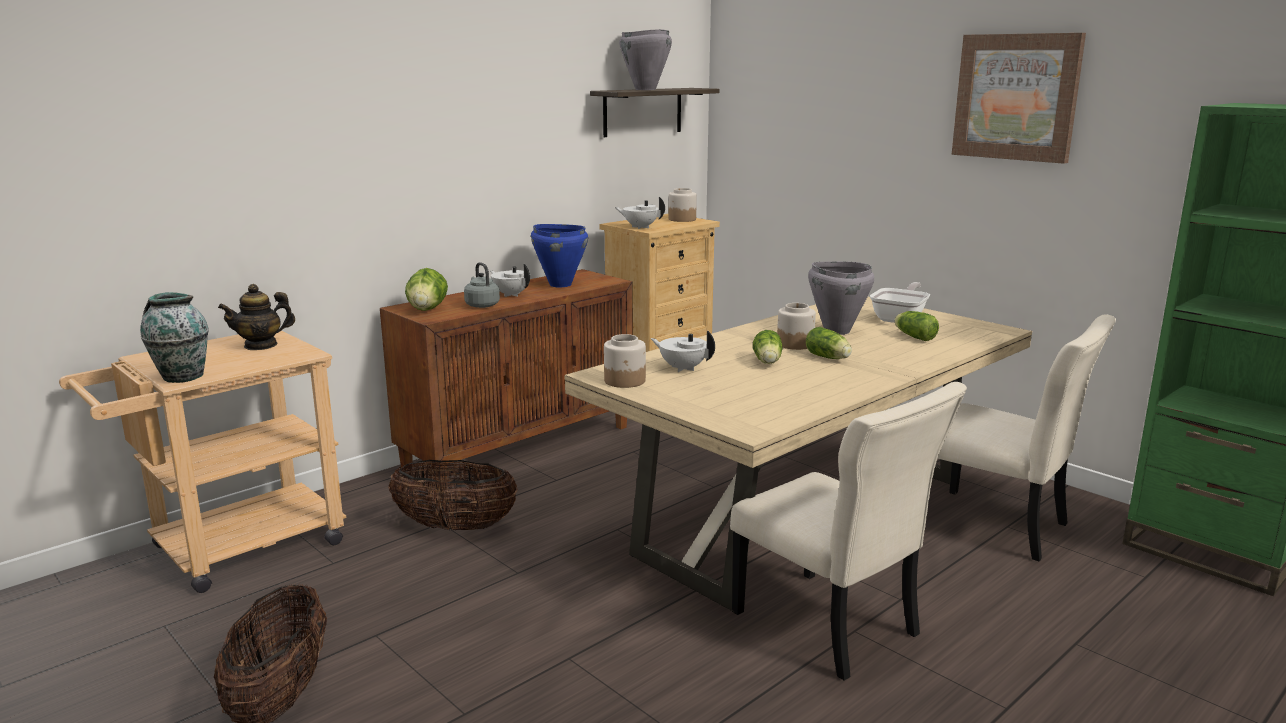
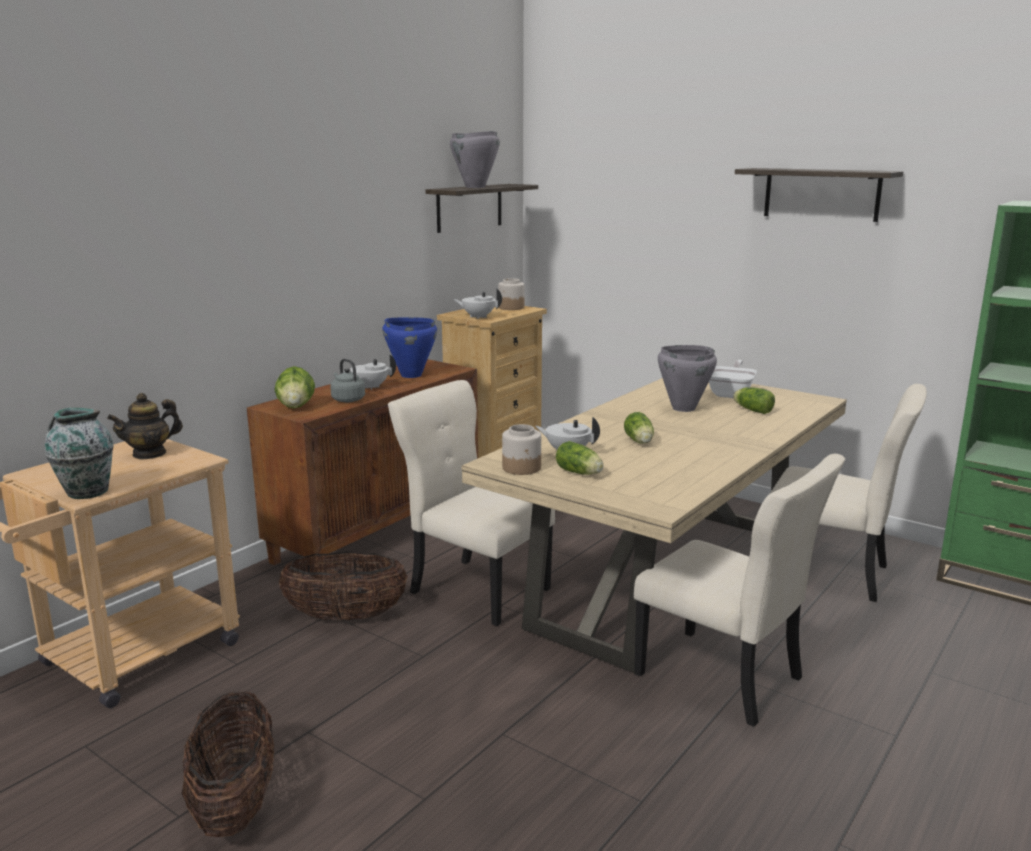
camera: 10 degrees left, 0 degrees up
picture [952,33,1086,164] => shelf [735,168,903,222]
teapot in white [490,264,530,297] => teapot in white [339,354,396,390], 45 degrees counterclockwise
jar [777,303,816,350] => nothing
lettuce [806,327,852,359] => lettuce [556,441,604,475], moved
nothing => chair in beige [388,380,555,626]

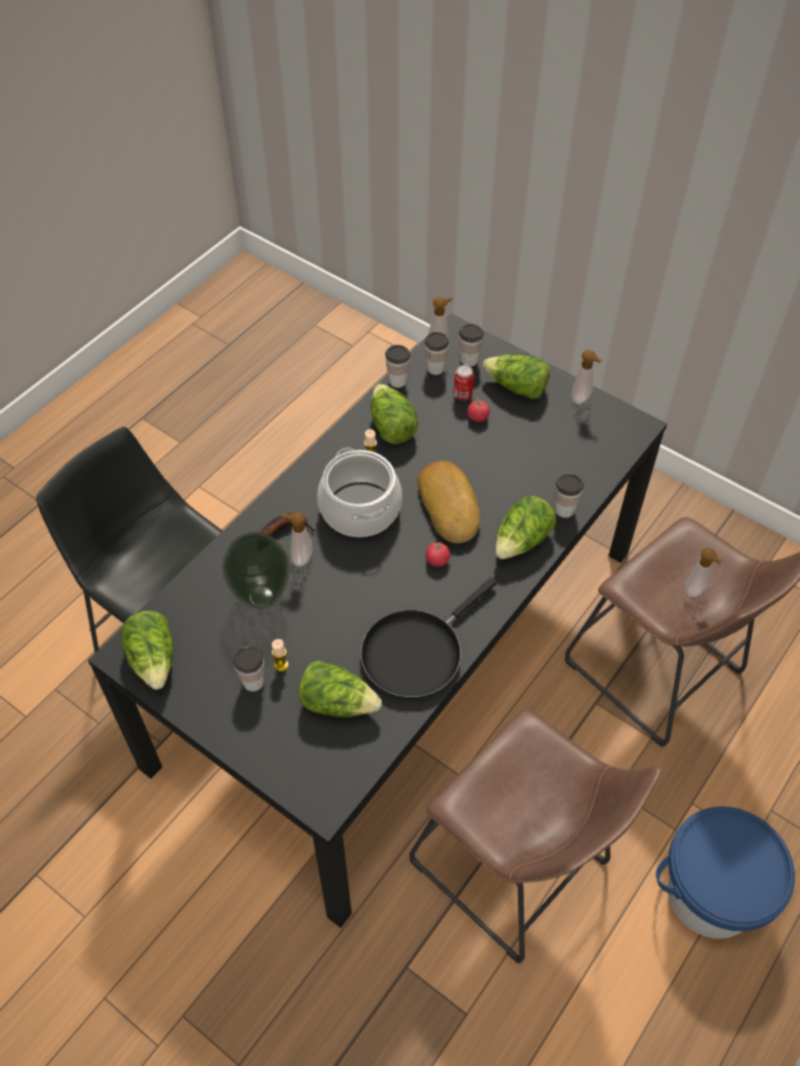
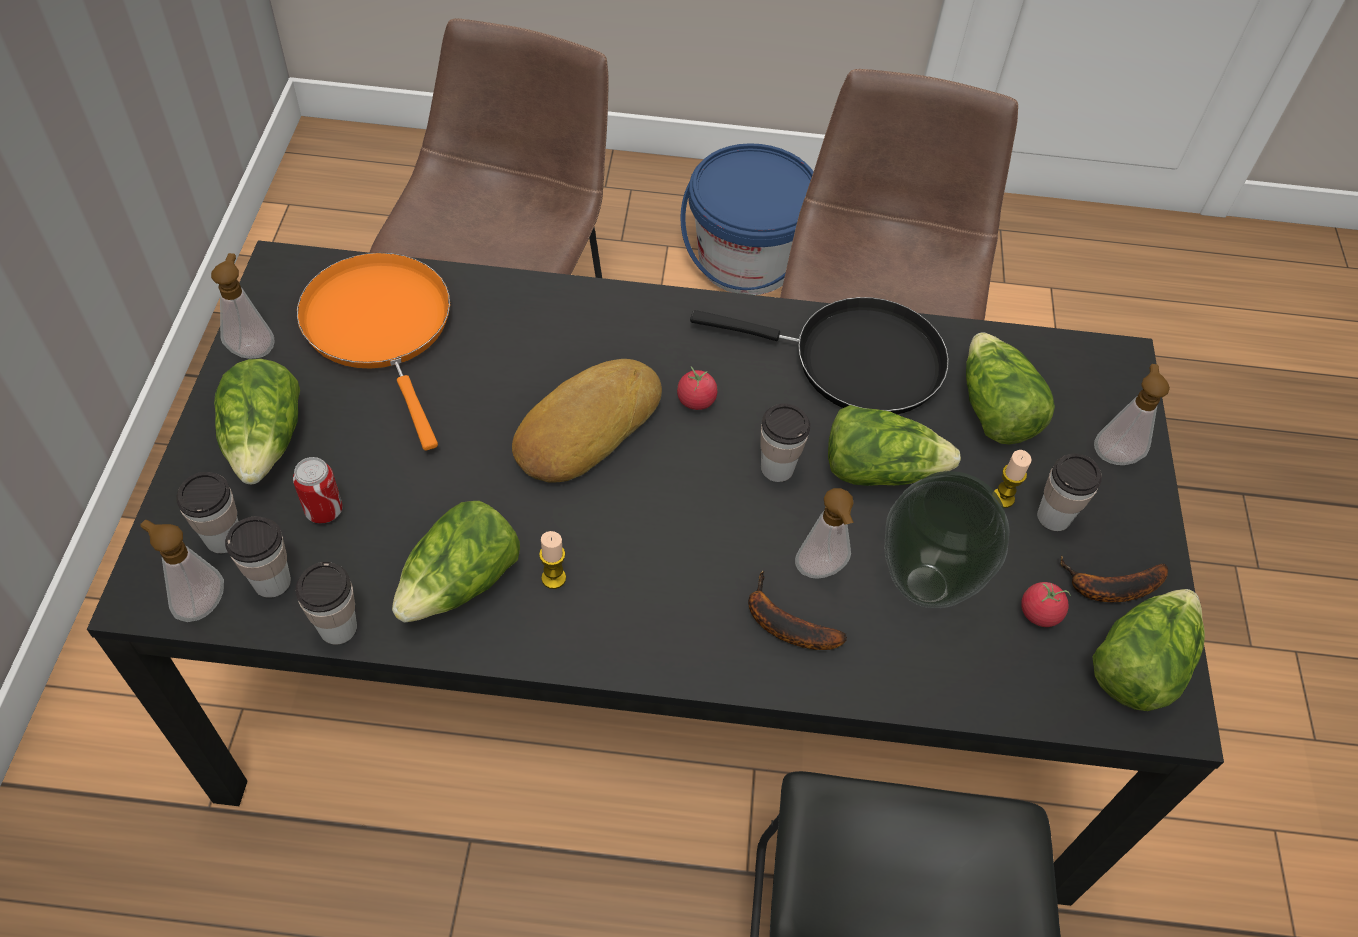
camera: 125 degrees left, 0 degrees up
tomato [467,397,490,422] => tomato [1021,582,1071,627], moved
cooking pot [317,447,402,537] => nothing
cup [555,474,584,518] => cup [760,404,810,482], moved
lettuce [495,496,556,559] => lettuce [828,405,961,486], moved
soap dispenser [685,548,723,597] => soap dispenser [1094,364,1170,465], moved
nothing => frying pan in orange [297,253,450,451]
nothing => banana [1060,556,1168,602]

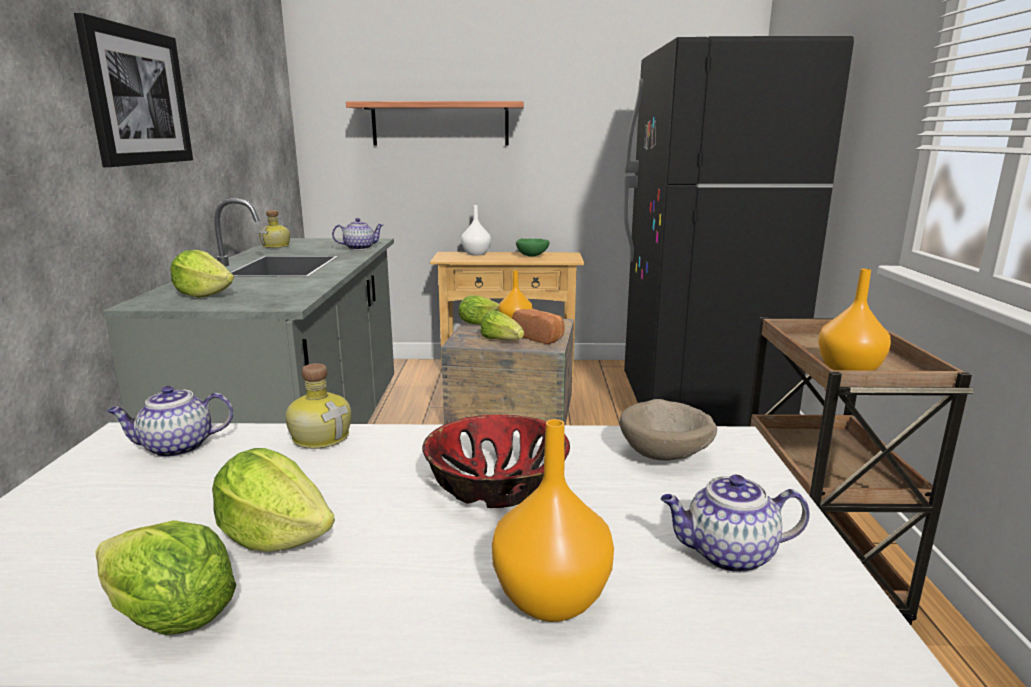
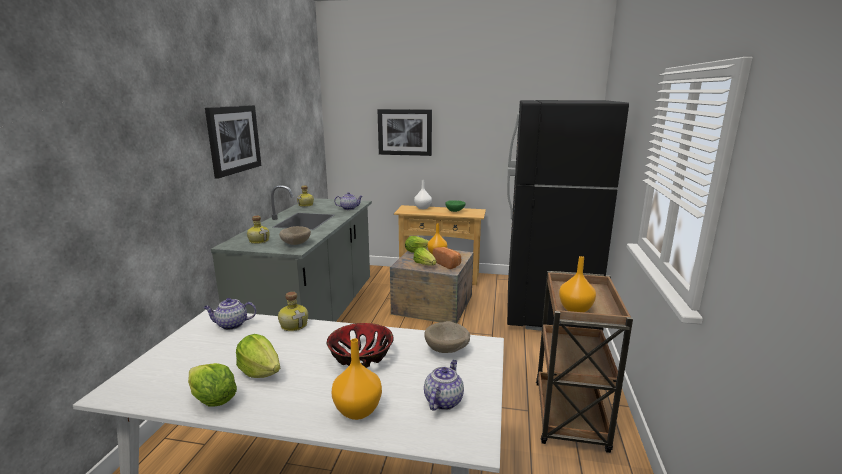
camera: 10 degrees right, 0 degrees up
shelf [346,101,524,145] => picture [377,109,432,156]
lettuce [170,250,234,298] => bottle [247,216,270,244]
teapot [661,475,810,573] => teapot [424,360,464,411], 105 degrees clockwise
nothing => bowl in beige [279,226,311,245]

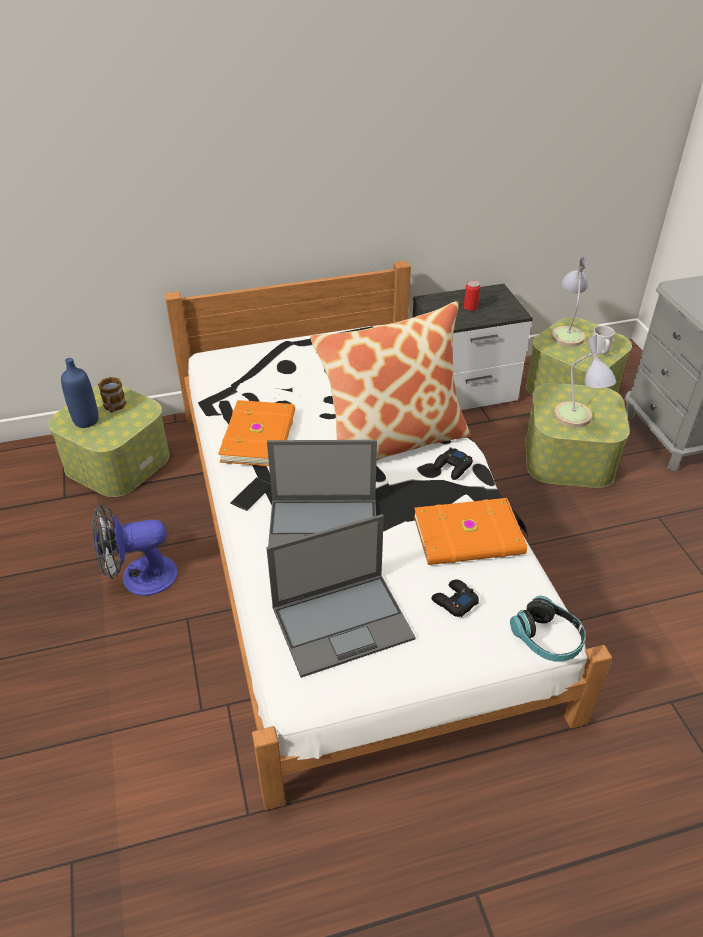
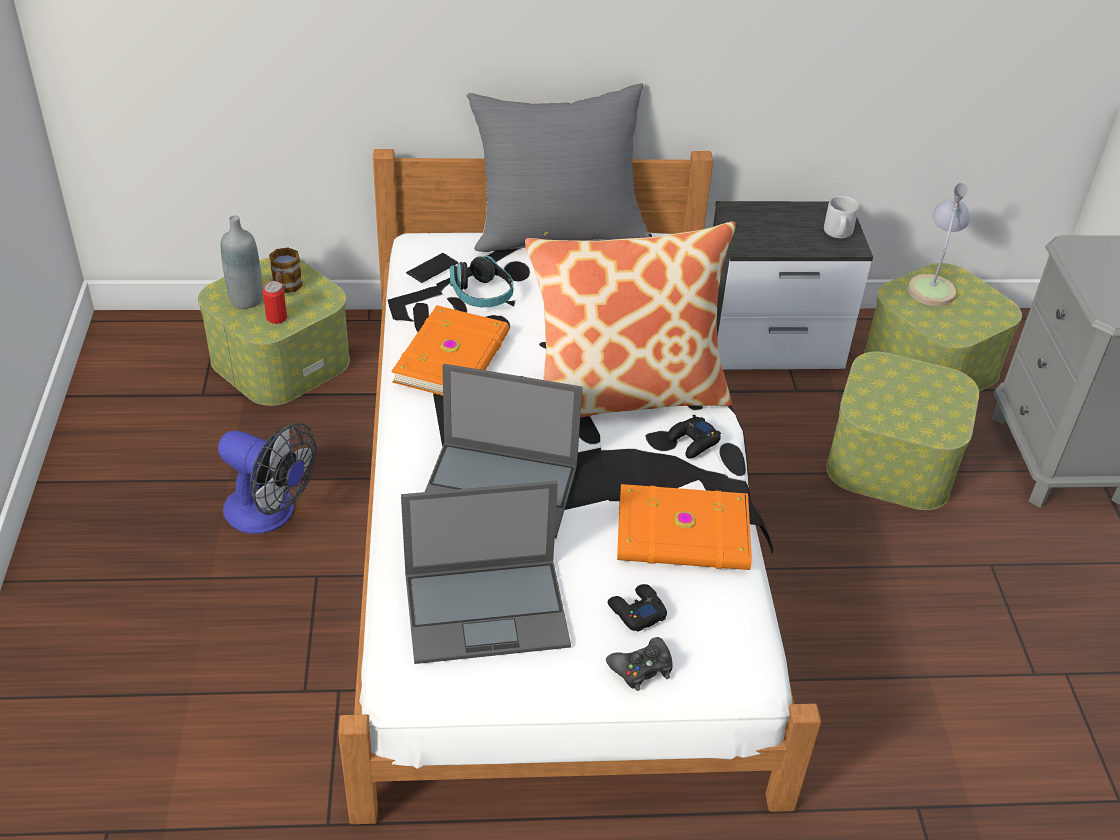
camera: 10 degrees right, 0 degrees up
can [464,280,480,311] => can [263,281,287,324], moved
mug in grey [590,326,615,355] => mug in grey [824,196,859,238], moved
table lamp [554,335,616,428] => nothing
bottle in blue [61,358,99,428] => bottle in grey [221,215,263,309]
phone [230,477,271,511] => phone [406,253,458,283], moved
fan [92,505,178,596] => fan [218,423,317,534], 150 degrees counterclockwise
headphones [510,596,586,662] => headphones [450,256,513,307], moved
nothing => pillow in grey [466,83,650,252]
nothing => game controller in black [606,637,673,691]

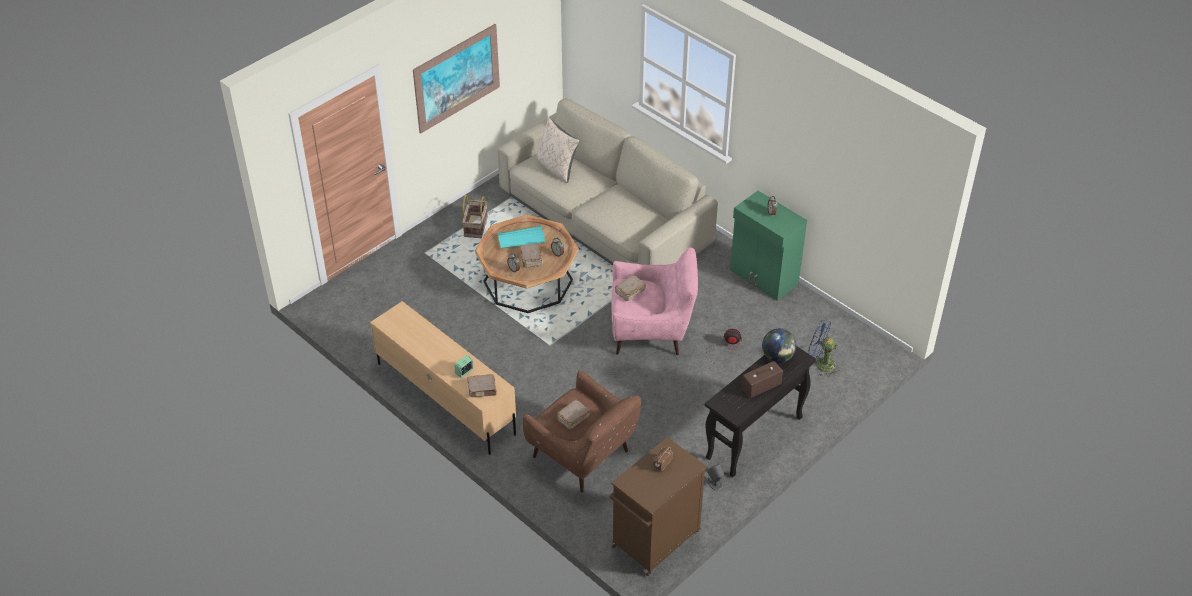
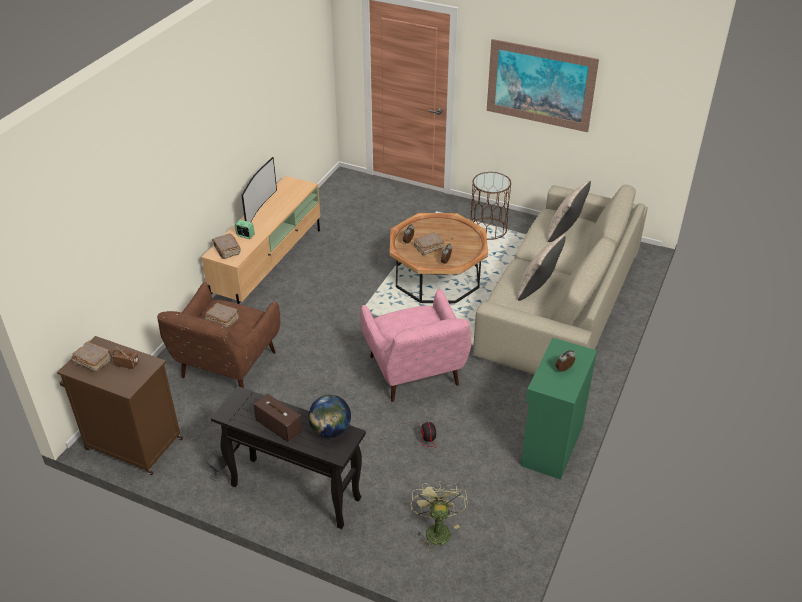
camera: 70 degrees right, 5 degrees down
basket [462,195,488,238] => side table in brown [470,172,511,240]
tray in turquoise [497,225,547,251] => nothing
book in brown [615,275,646,301] => book in brown [71,342,112,372], moved
fan in blue [808,320,840,377] => fan in green [410,481,468,552]
nothing => television [241,157,277,222]
nothing => pillow in beige [518,235,566,301]

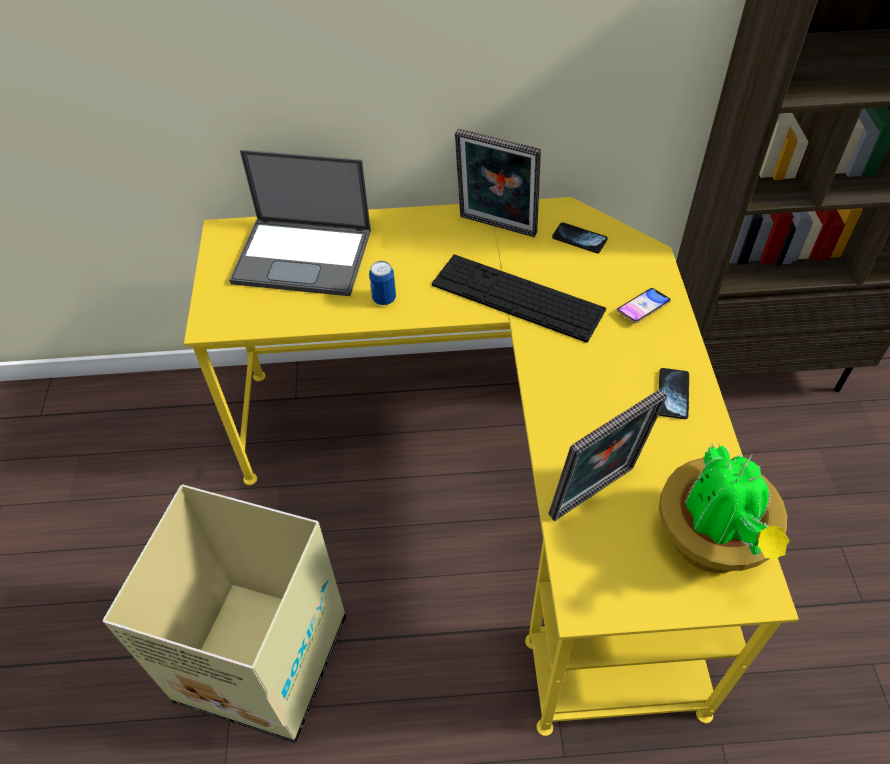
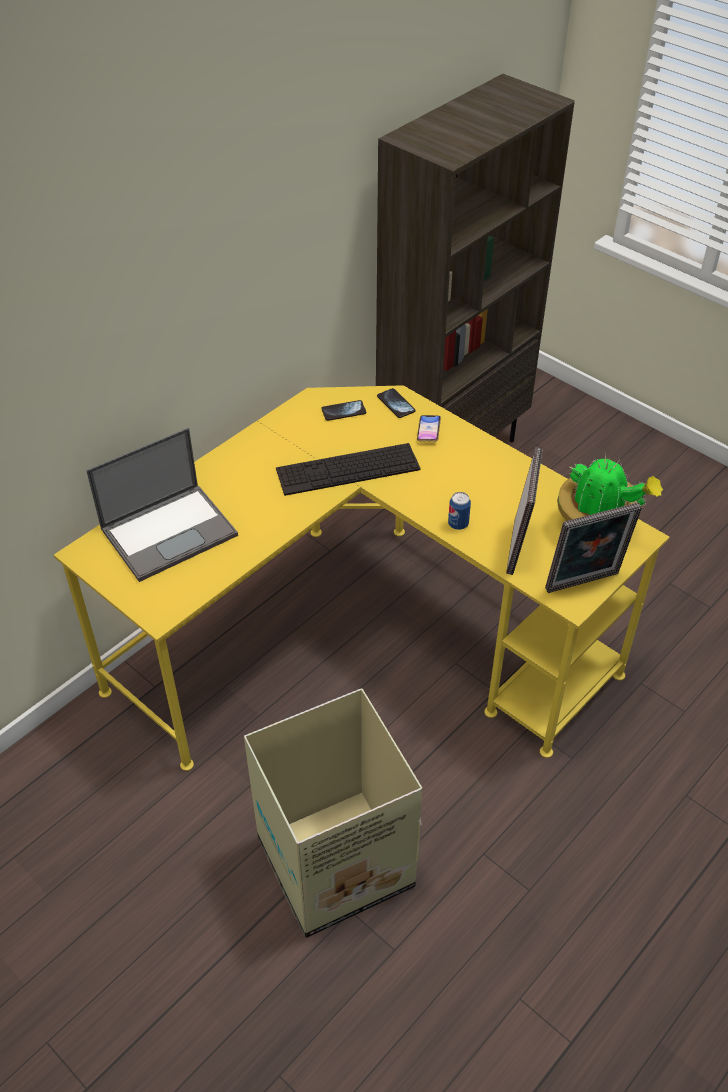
camera: 45 degrees left, 5 degrees down
picture frame [455,129,541,237] => picture frame [545,502,642,593], moved
can [369,261,396,305] => can [448,492,471,530], moved
phone [659,368,689,419] => phone [377,388,415,418], moved

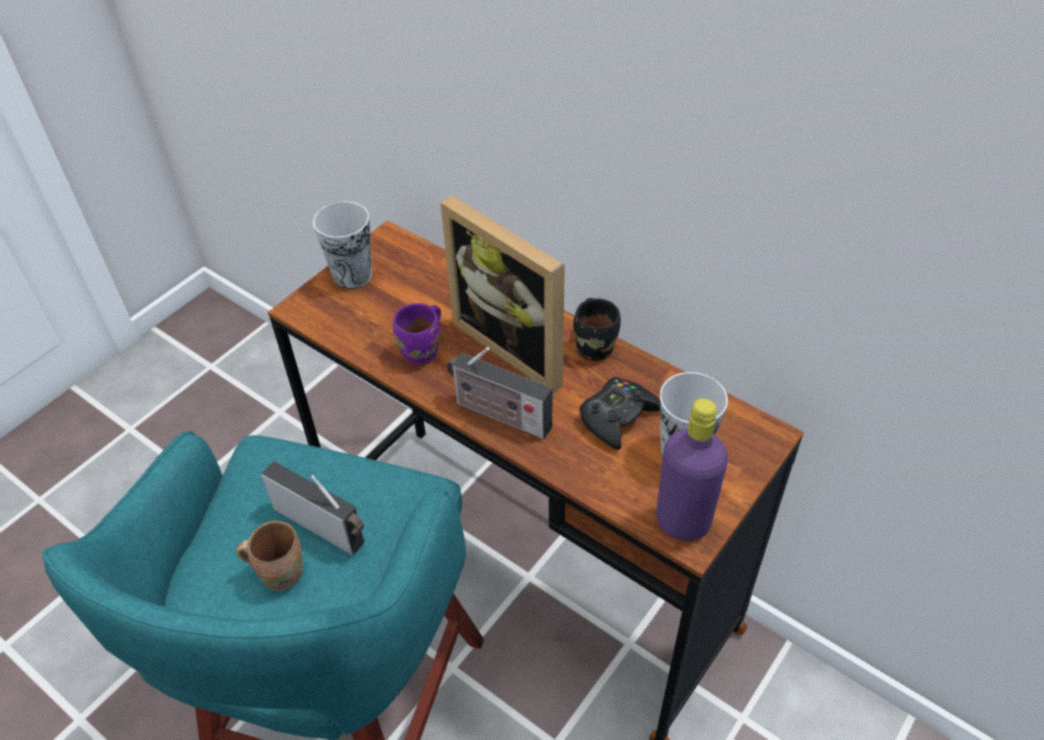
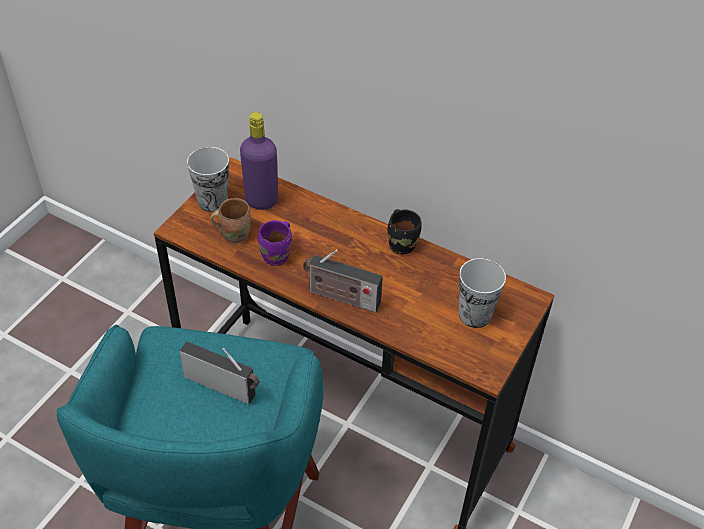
camera: 10 degrees left, 0 degrees up
picture frame [441,195,565,394] => nothing
game controller in black [580,377,660,450] => nothing
bottle in purple [656,398,728,541] => bottle in purple [240,112,278,210], moved
mug in brown [236,521,303,591] => mug in brown [210,198,251,244], moved

